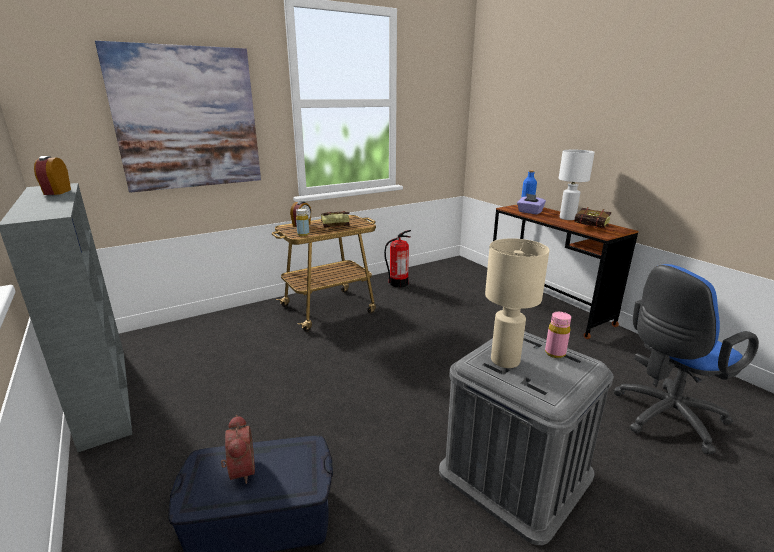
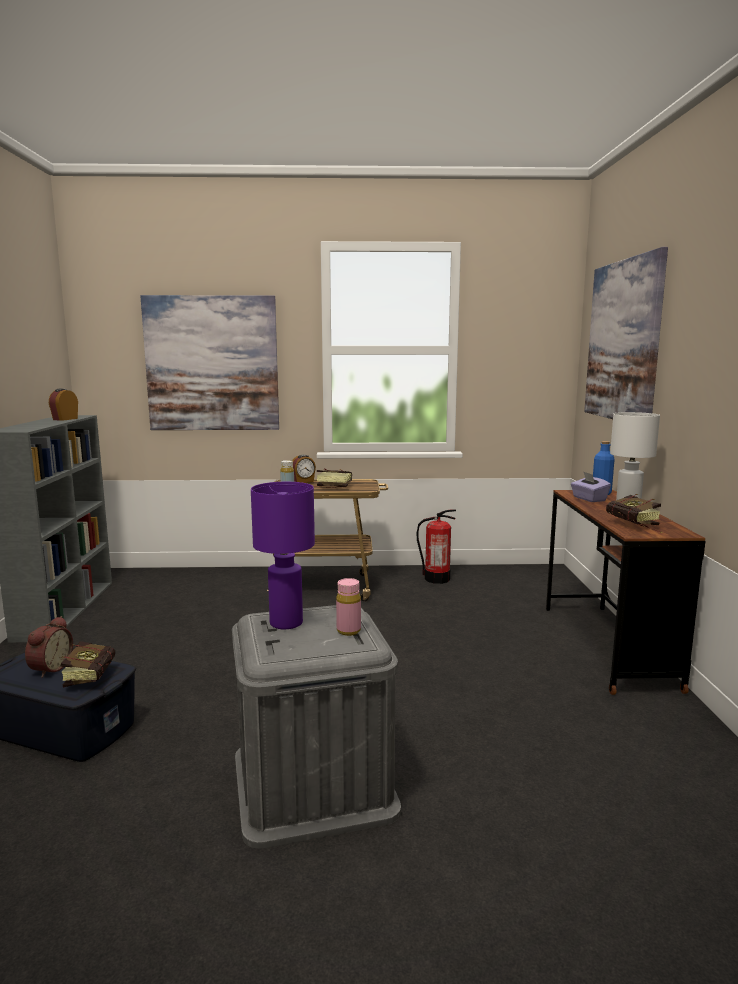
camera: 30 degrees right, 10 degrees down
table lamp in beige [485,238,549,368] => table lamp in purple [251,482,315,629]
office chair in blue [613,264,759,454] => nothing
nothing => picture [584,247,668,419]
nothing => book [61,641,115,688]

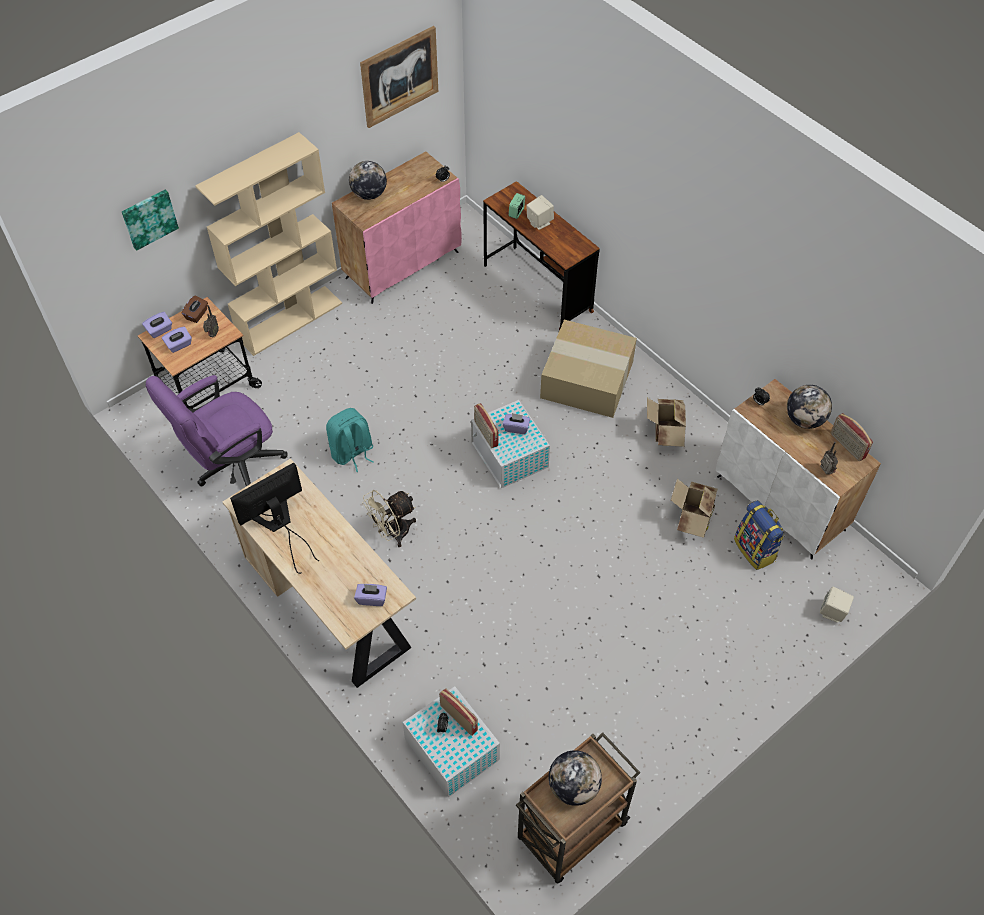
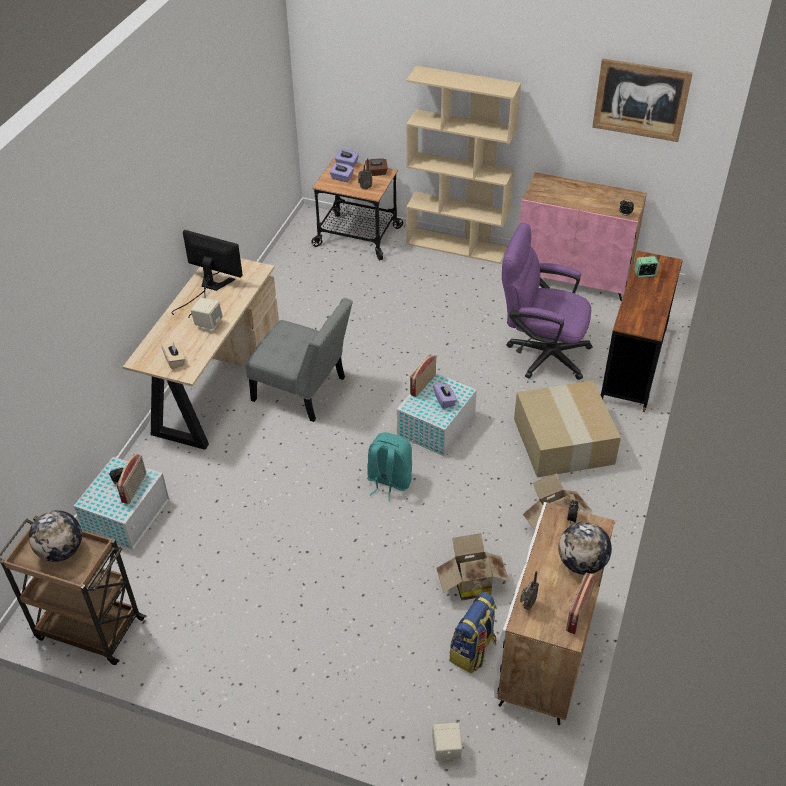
camera: 60 degrees right, 10 degrees down
globe [349,161,387,200] => nothing
picture [122,189,179,251] => nothing
speaker in beige [526,195,554,230] => speaker in beige [191,298,223,332], moved
office chair in purple [146,375,288,487] => office chair in purple [502,223,593,380], moved
backpack in turquoise [326,408,374,472] => backpack in turquoise [367,432,413,501], moved
fan in beige [362,490,416,547] => chair in grey [246,298,353,422]
tissue box in purple [354,584,387,606] => tissue box in beige [161,342,185,369]

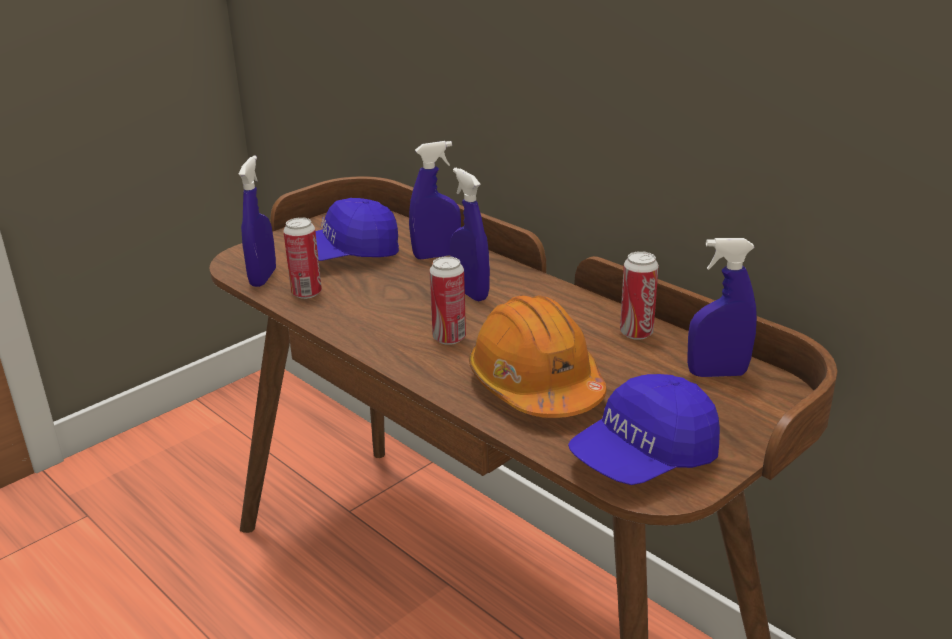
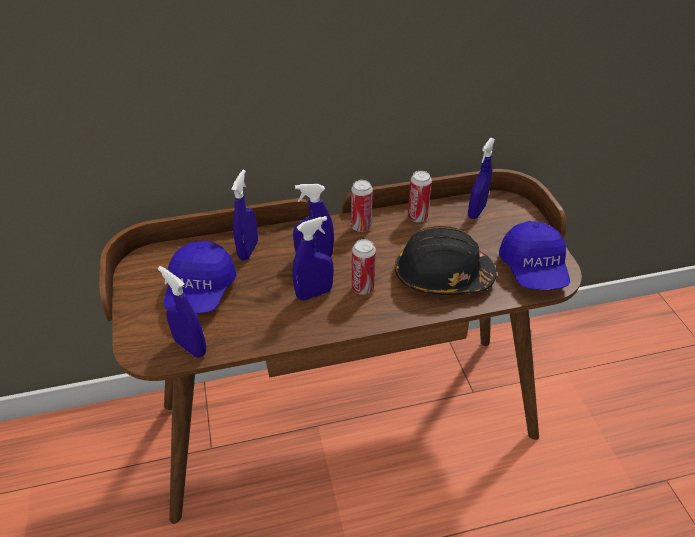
camera: 60 degrees left, 15 degrees up
can [283,217,322,299] => can [351,180,373,232], moved
hard hat in orange [469,295,607,418] => hard hat in black [395,226,497,295]
nothing => spray bottle in blue [292,216,334,301]

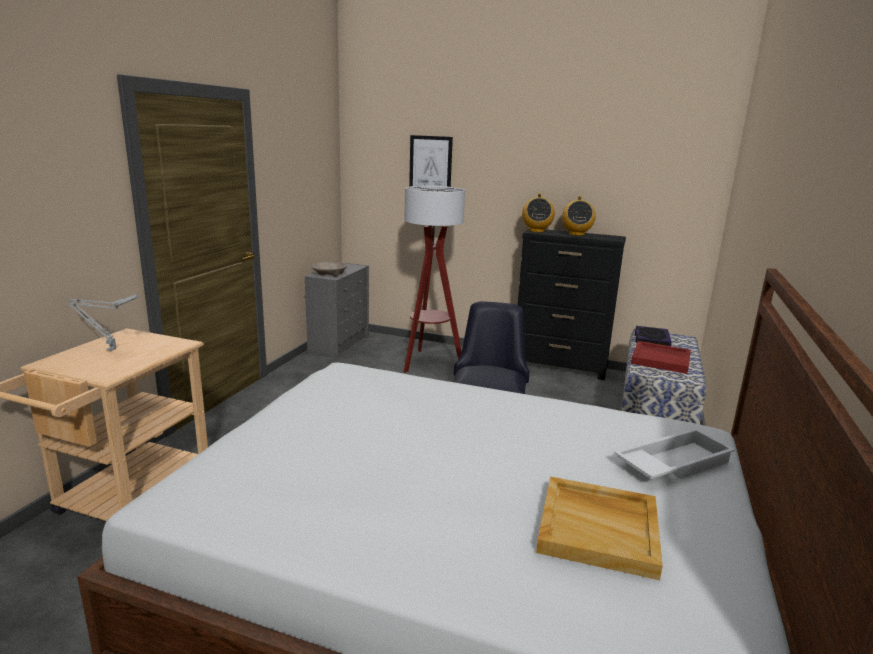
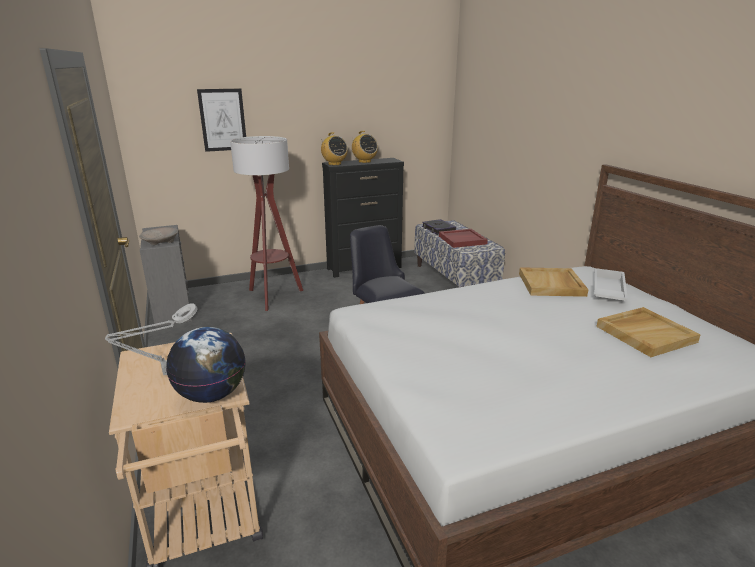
camera: 40 degrees left, 5 degrees up
nothing => tray in beige [519,267,589,297]
nothing => globe [166,327,246,403]

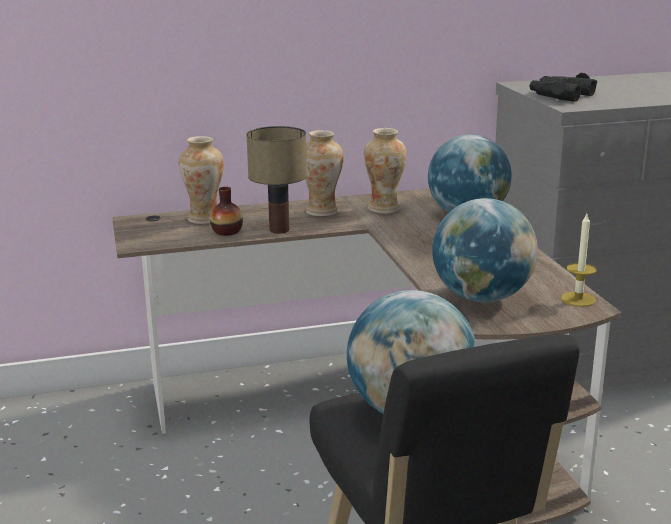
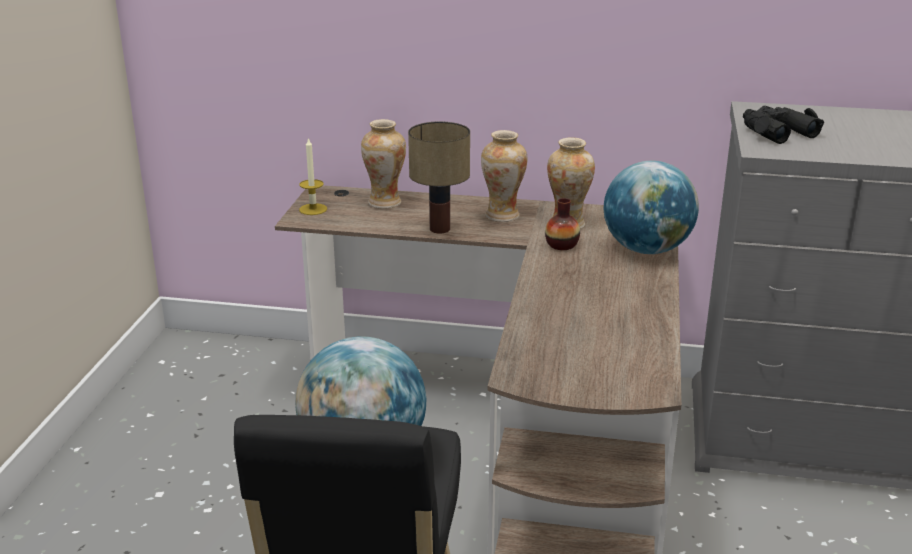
camera: 25 degrees right, 5 degrees up
vase [210,187,243,236] => vase [545,198,580,250], moved
globe [432,198,538,303] => nothing
candle [561,214,597,307] => candle [299,137,327,215], moved

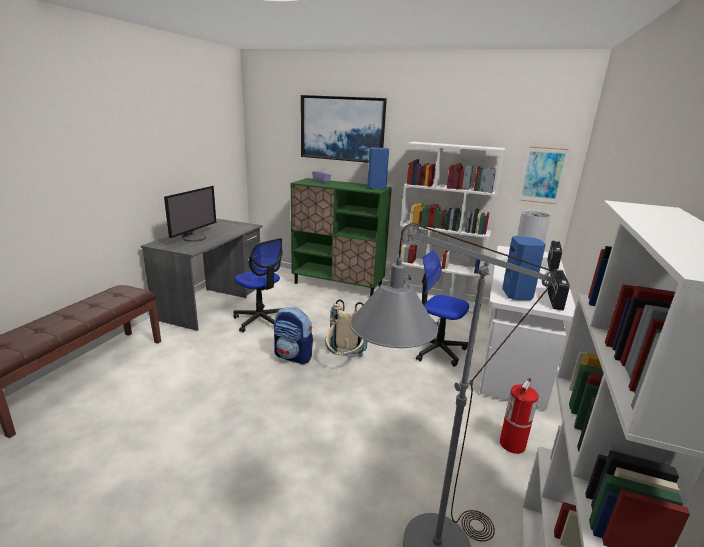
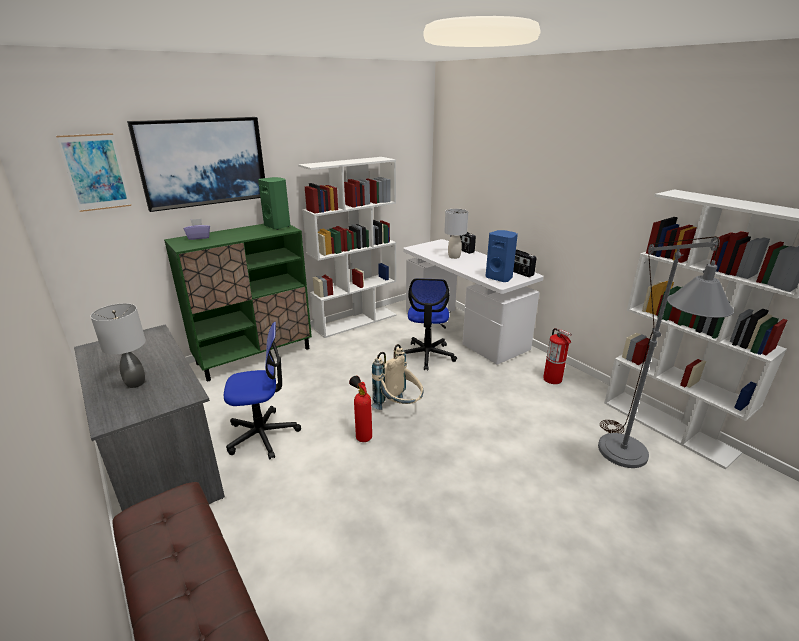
camera: 55 degrees left, 5 degrees up
picture [519,146,568,204] => picture [56,133,131,212], moved
speaker in blue [367,147,389,190] => speaker in green [258,177,290,230]
monitor [164,186,217,242] => table lamp in grey [91,303,146,388]
office chair [416,251,469,367] => office chair [403,278,457,371], 60 degrees counterclockwise
backpack [274,307,313,365] => fire extinguisher [349,376,372,442]

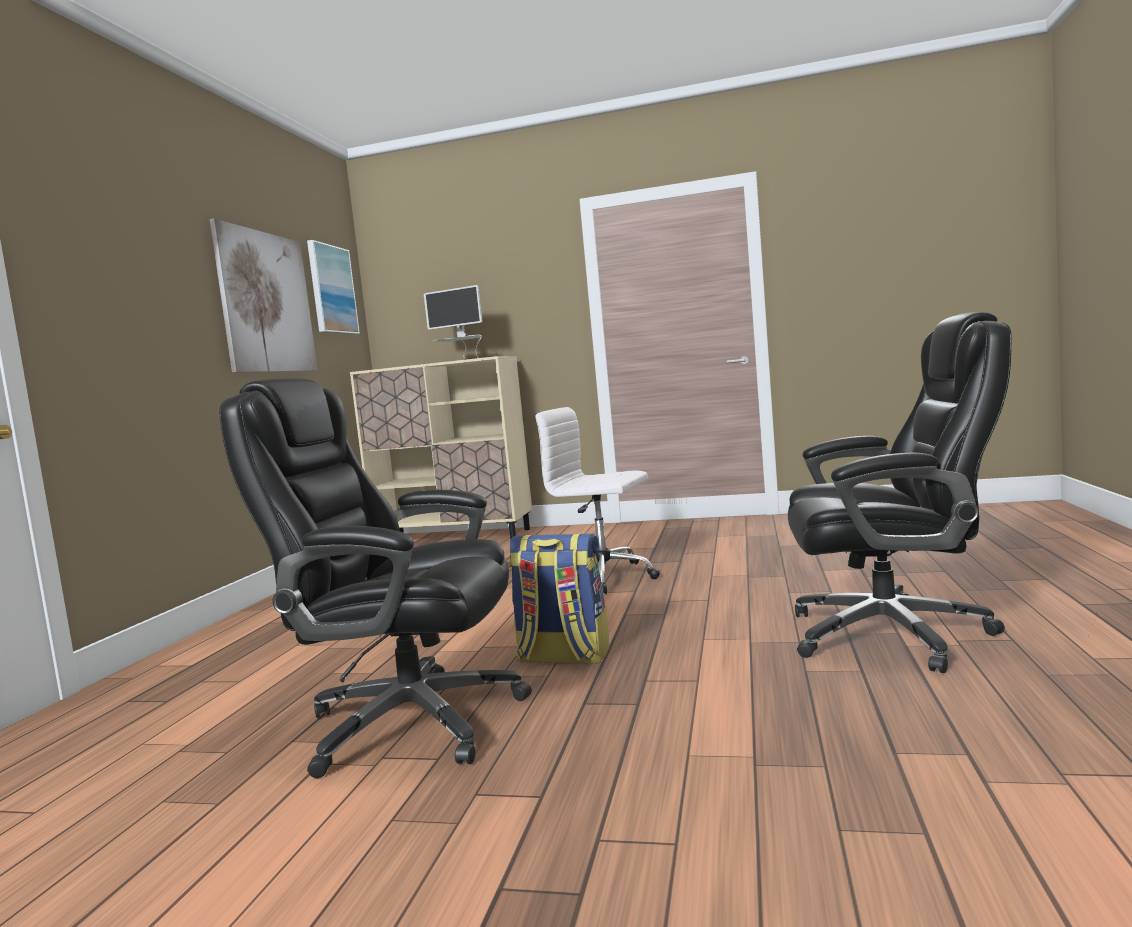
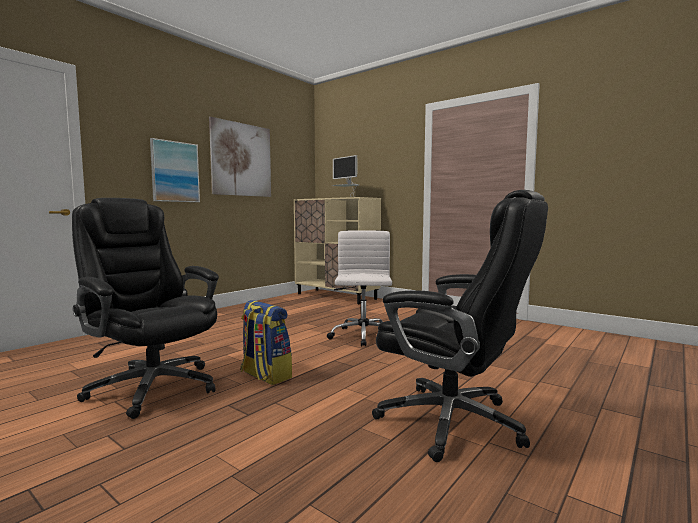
camera: 25 degrees right, 0 degrees up
picture [307,240,360,334] => picture [150,138,200,202], moved
office chair in white [535,407,660,594] => office chair in white [327,230,392,346], 45 degrees clockwise

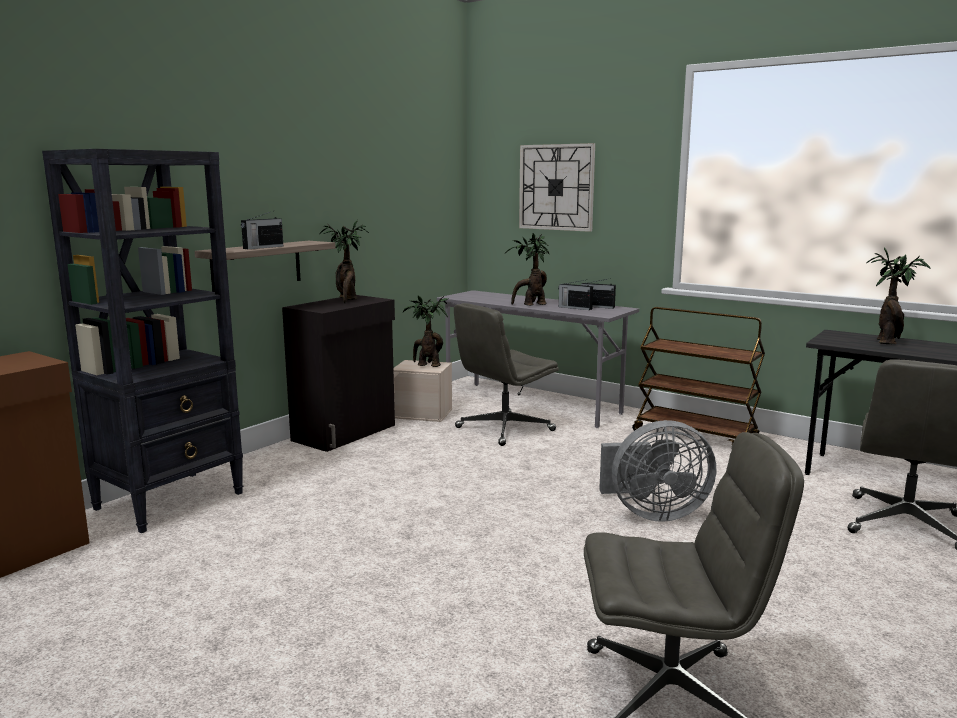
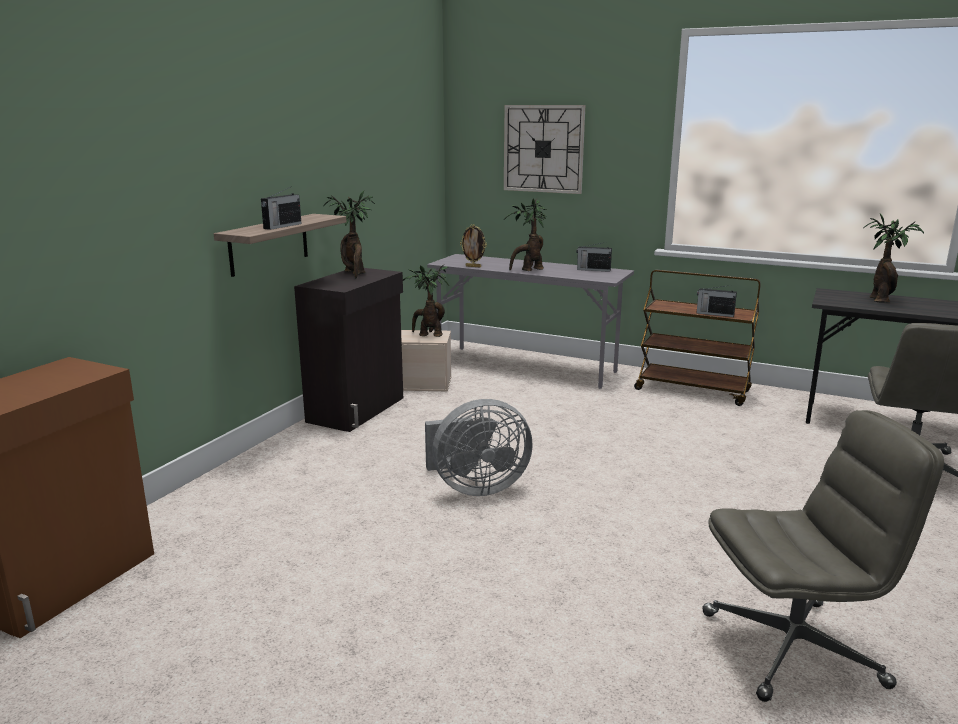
camera: 10 degrees left, 5 degrees up
bookcase in black [42,149,244,533] => nothing
radio [558,280,593,310] => radio [696,285,737,317], moved
office chair in grey [454,303,559,446] => nothing
fan in grey [599,420,716,522] => fan in grey [425,399,533,496], moved
nothing => picture frame [460,224,487,267]

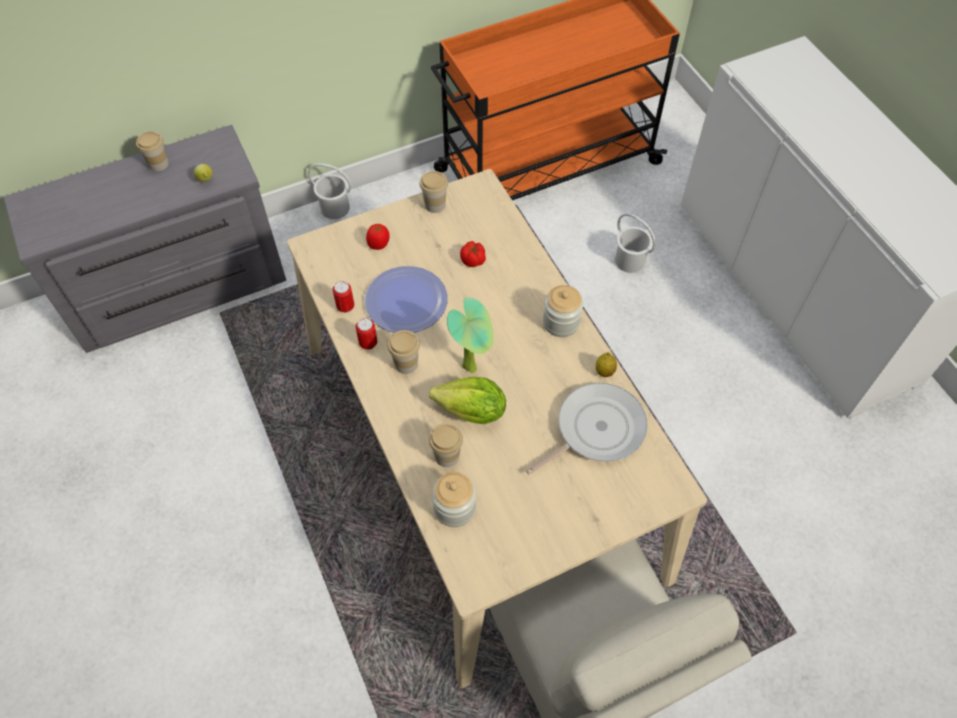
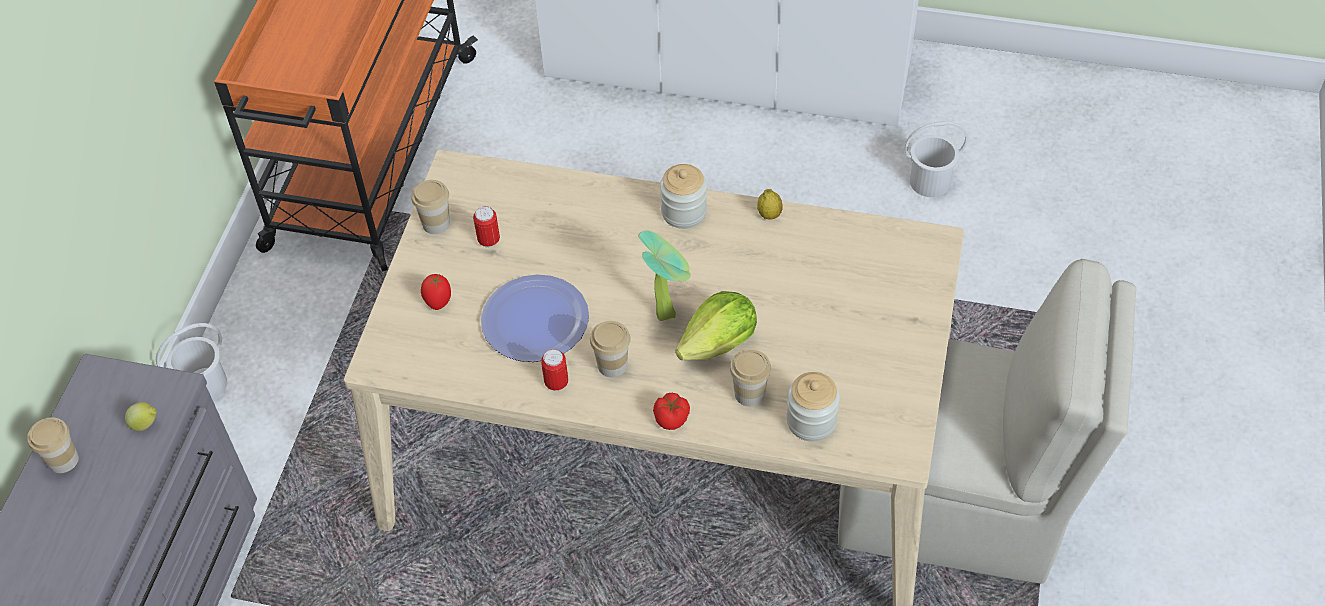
camera: 50 degrees left, 5 degrees down
bucket in white [615,213,656,273] => bucket in white [905,121,968,197], moved
tomato [460,241,486,267] => tomato [653,393,690,430], moved
can [333,281,354,313] => can [473,206,500,248], moved
frying pan [526,383,647,475] => nothing

